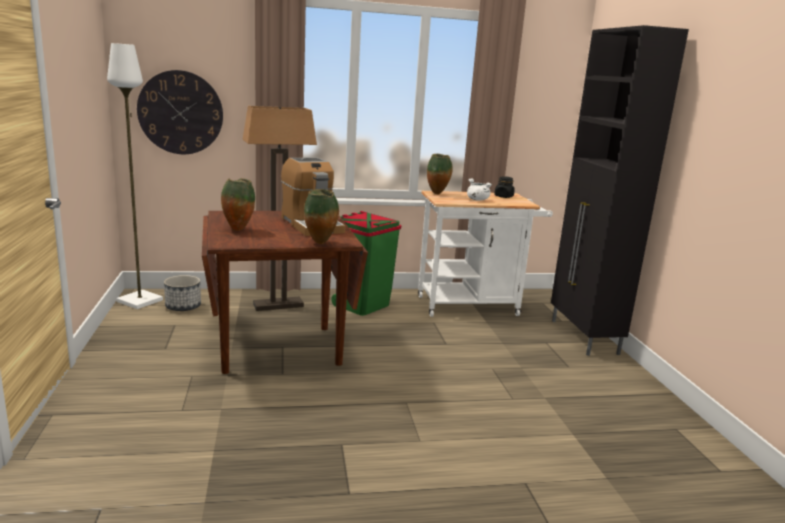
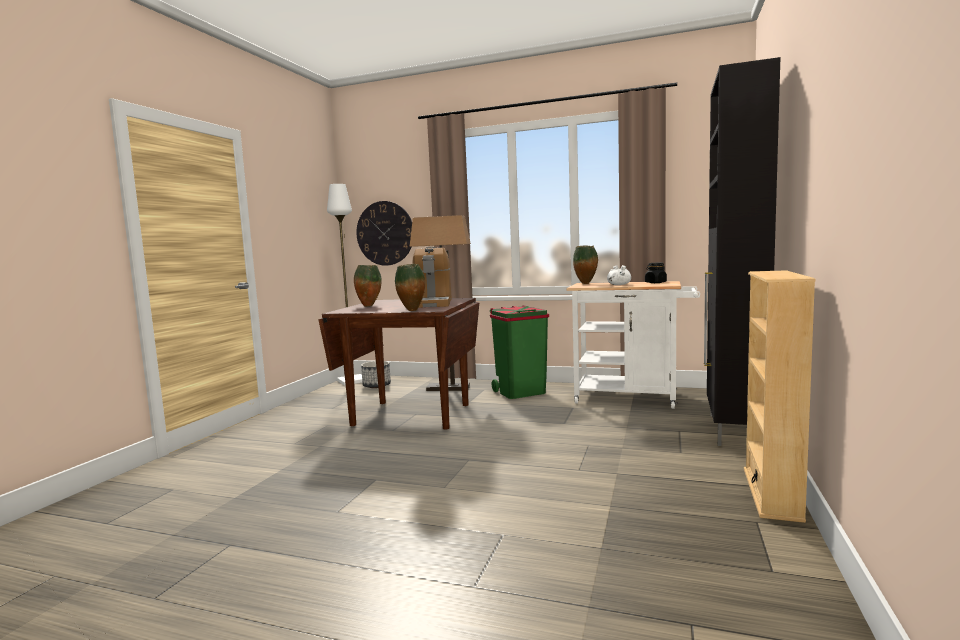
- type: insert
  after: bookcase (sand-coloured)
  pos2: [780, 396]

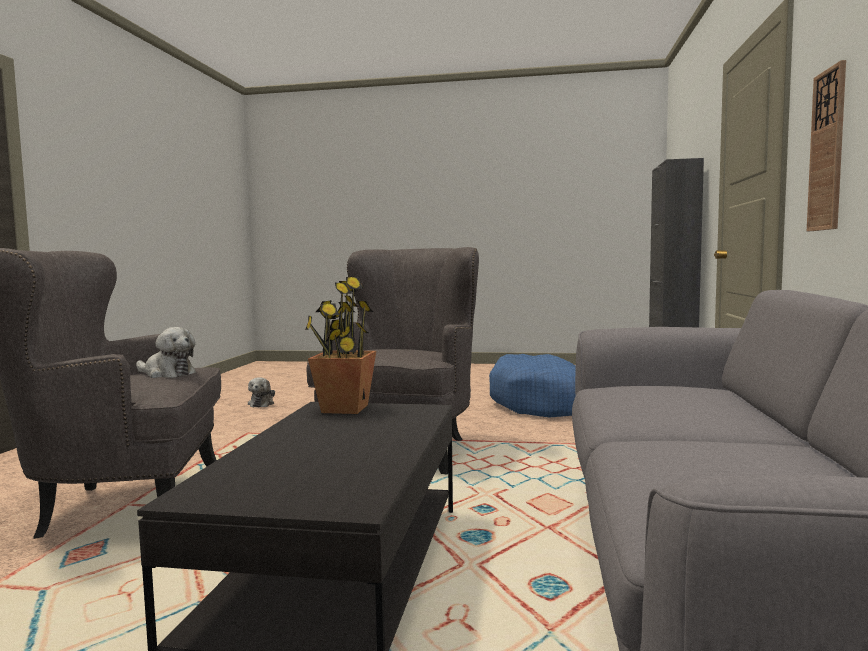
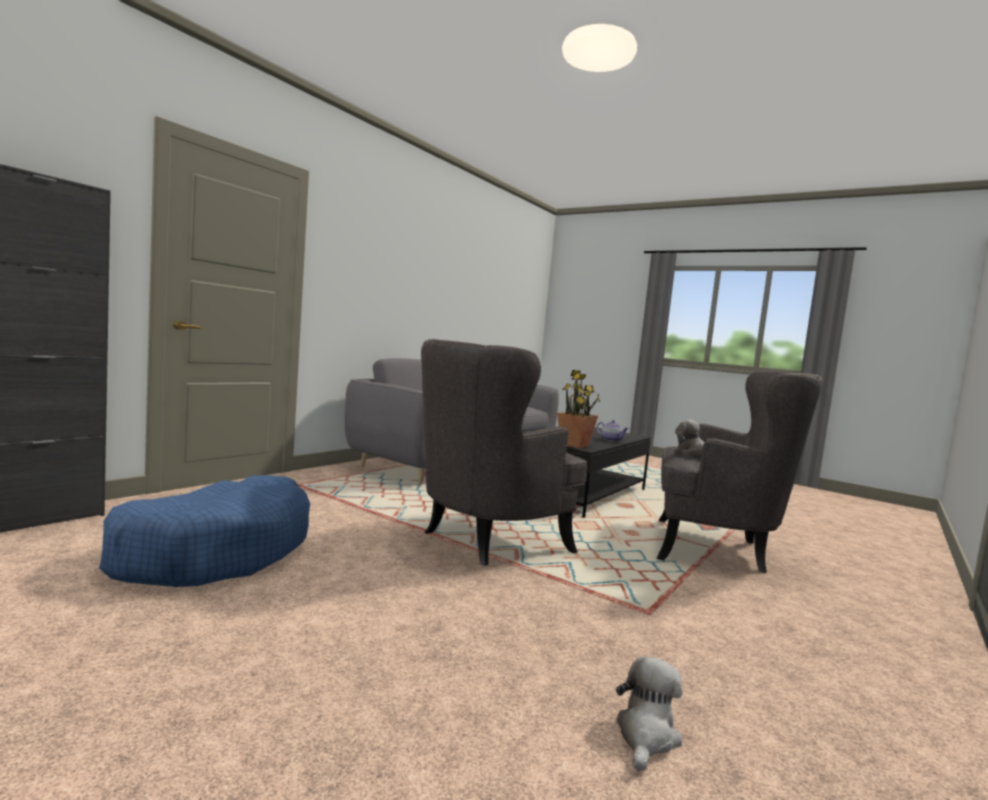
- type: delete
  before: hanging clock
  pos1: [826, 145]
- type: insert
  after: pot for tea
  pos2: [613, 431]

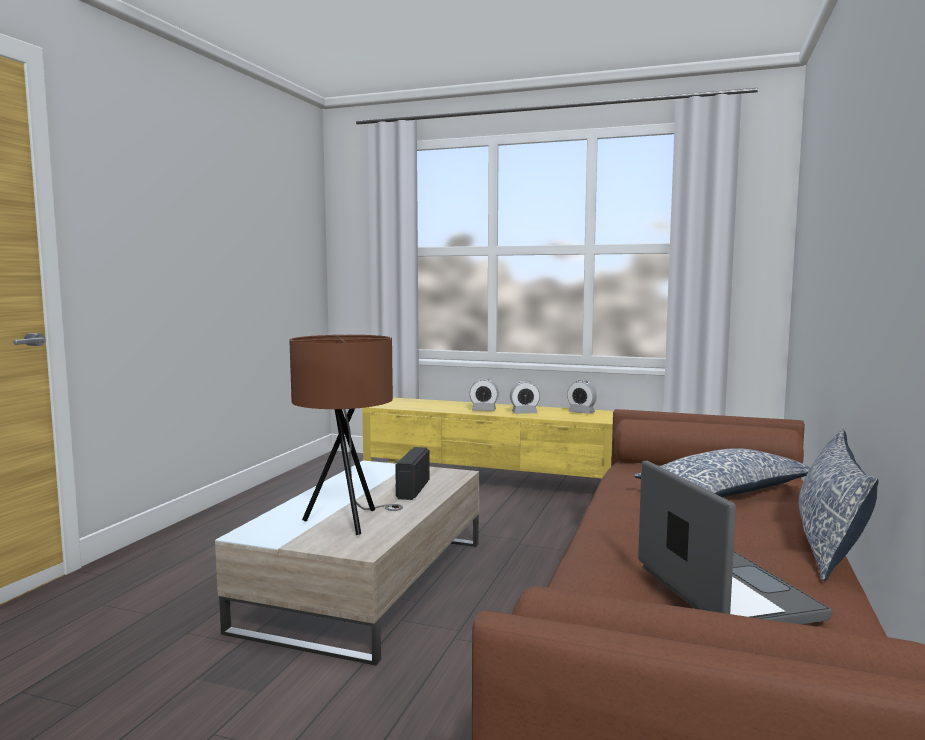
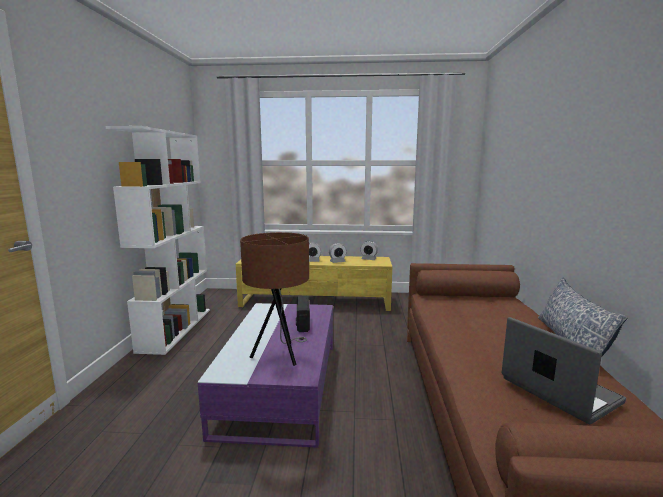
- type: recolor
  before: lounge table (sand-coloured)
  after: lounge table (purplish)
  pos1: [347, 563]
  pos2: [265, 375]
- type: delete
  before: throw pillow
  pos1: [722, 472]
- type: insert
  after: bookcase (whitish)
  pos2: [158, 240]

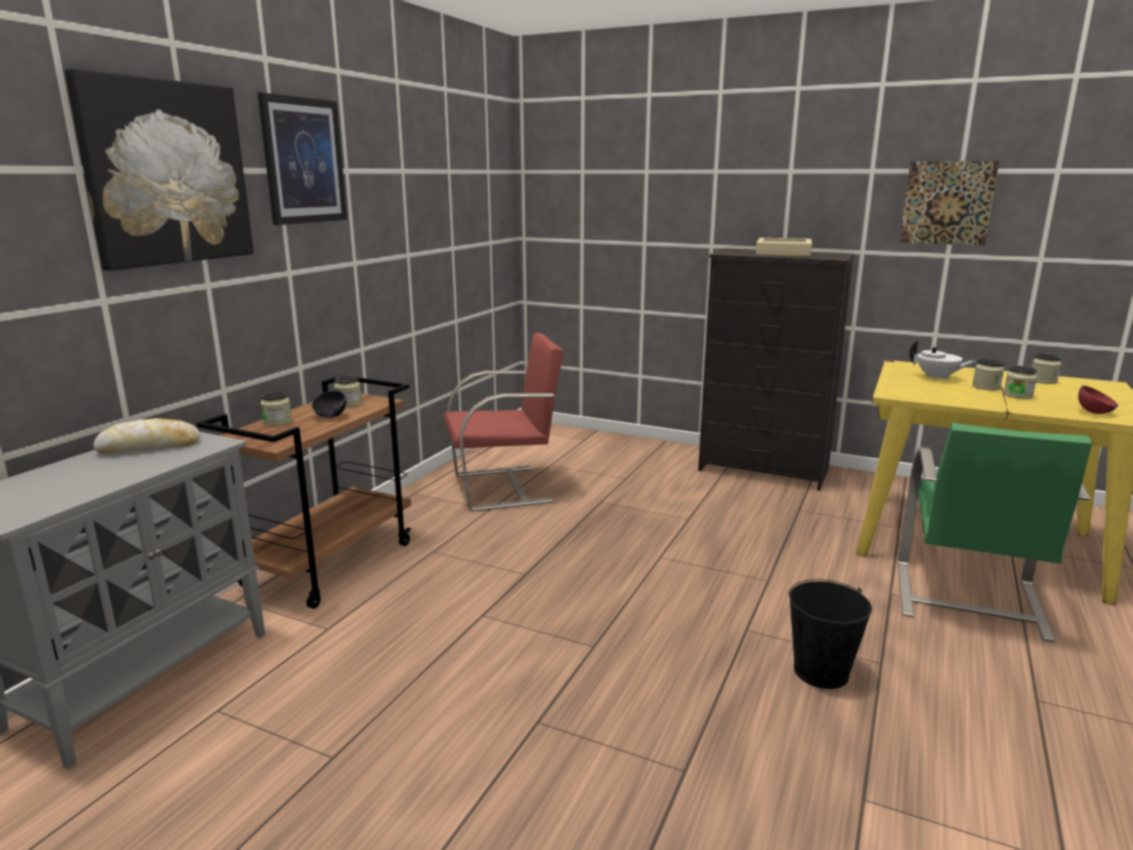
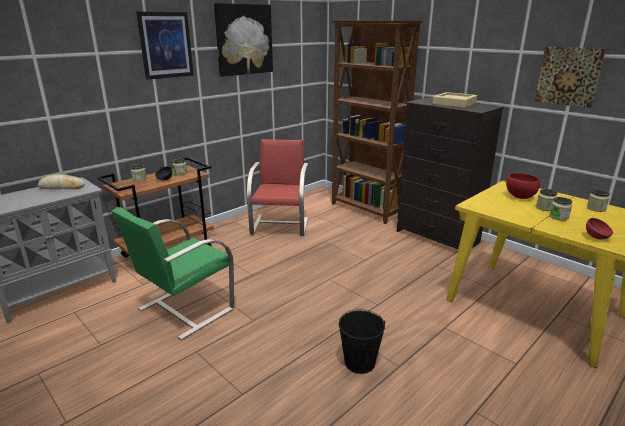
- type: move
  before: picture
  pos1: [159, 169]
  pos2: [243, 40]
- type: rotate
  before: upright chair (reddish)
  pos1: [504, 422]
  pos2: [277, 187]
  turn: -90
- type: move
  before: upright chair (greenish)
  pos1: [995, 532]
  pos2: [173, 273]
- type: replace
  before: pot for tea (whitish)
  after: serving bowl (reddish)
  pos1: [942, 360]
  pos2: [523, 186]
- type: insert
  after: bookcase (brown)
  pos2: [377, 122]

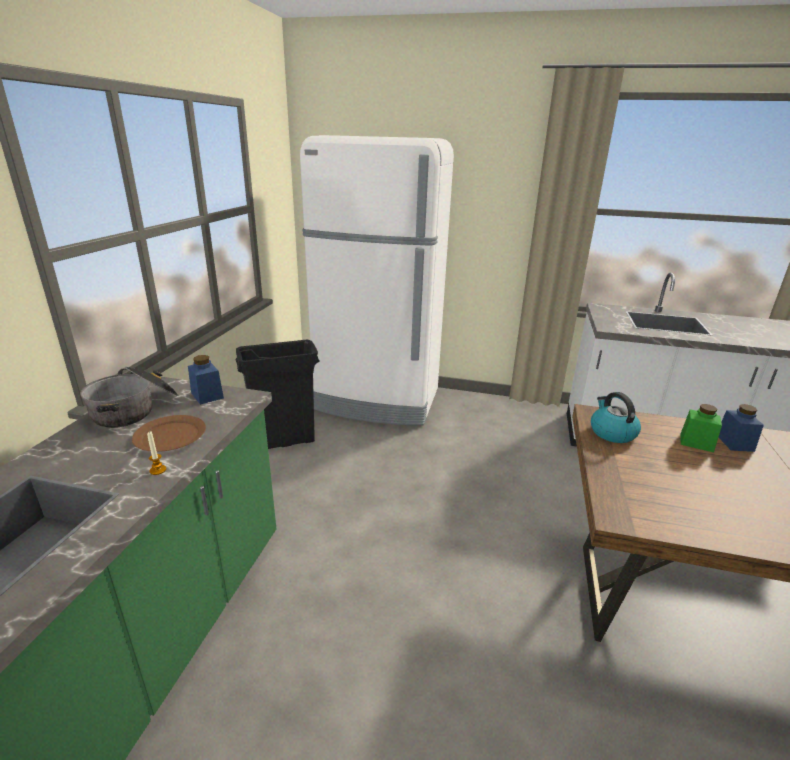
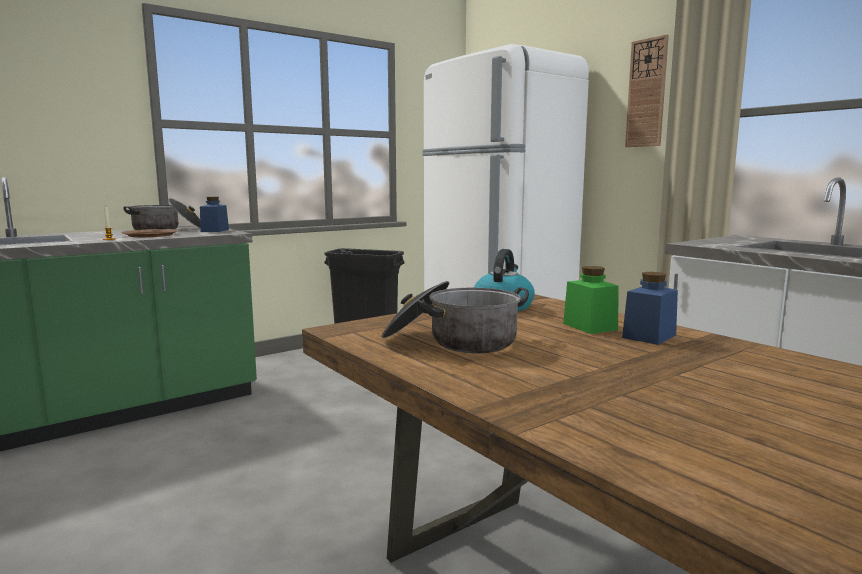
- type: insert
  after: stockpot
  pos2: [455, 317]
- type: insert
  after: hanging clock
  pos2: [647, 91]

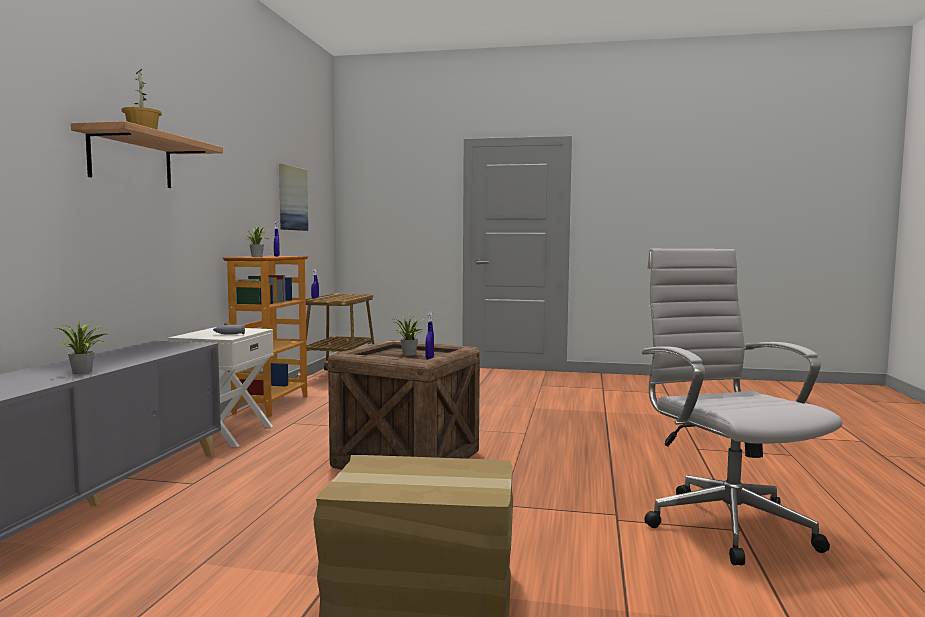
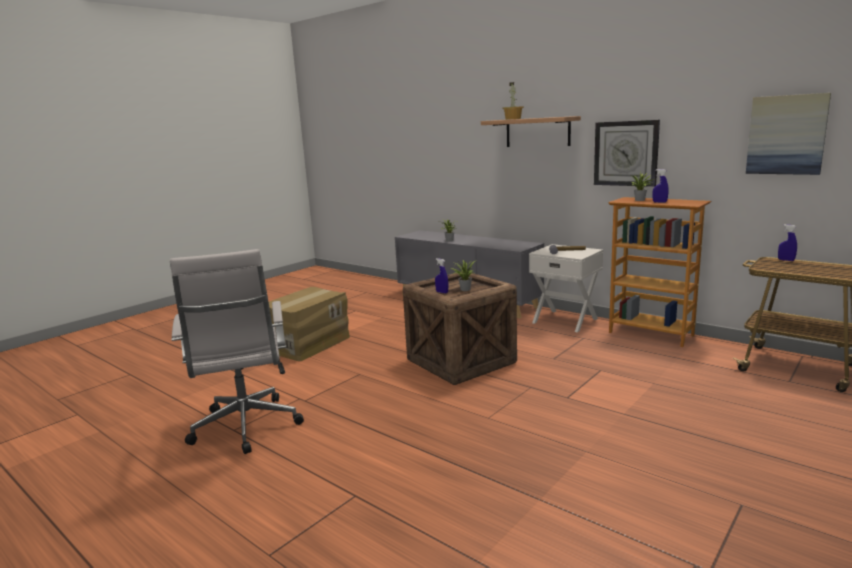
- type: rotate
  before: computer chair (whitish)
  pos1: [742, 407]
  pos2: [237, 351]
  turn: 60
- type: insert
  after: hanging clock
  pos2: [627, 153]

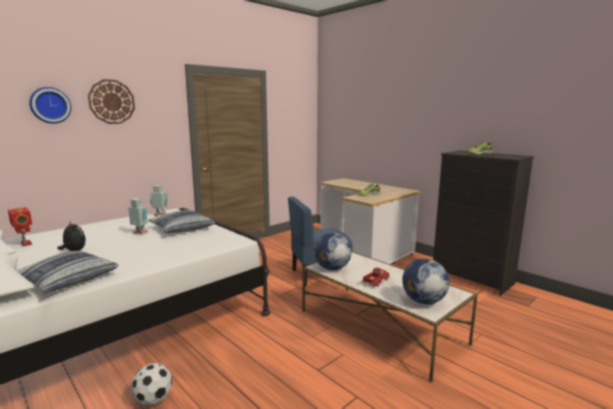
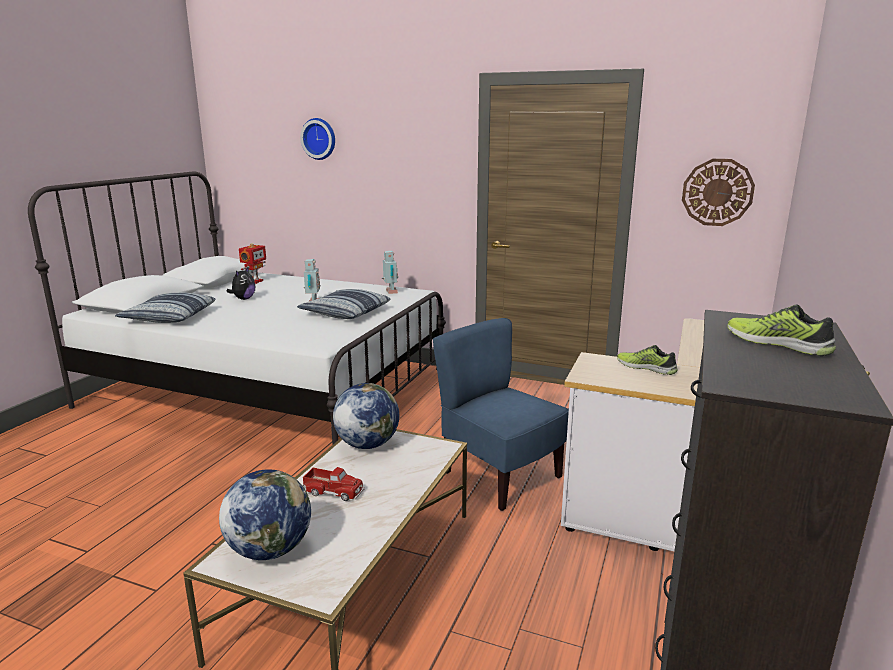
- type: move
  before: hanging clock
  pos1: [111, 101]
  pos2: [718, 192]
- type: delete
  before: ball for football
  pos1: [151, 384]

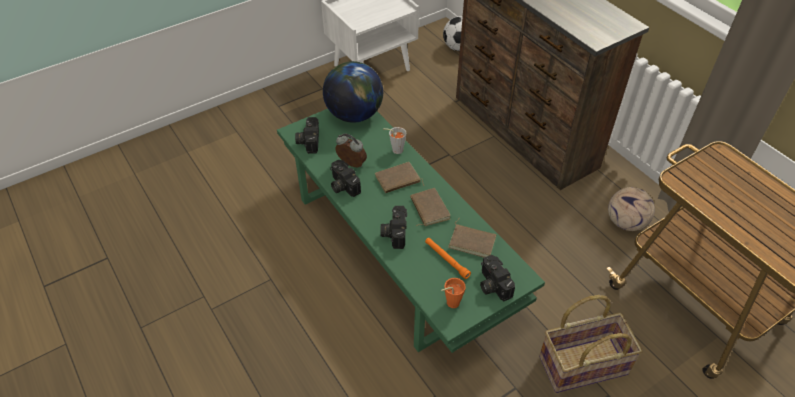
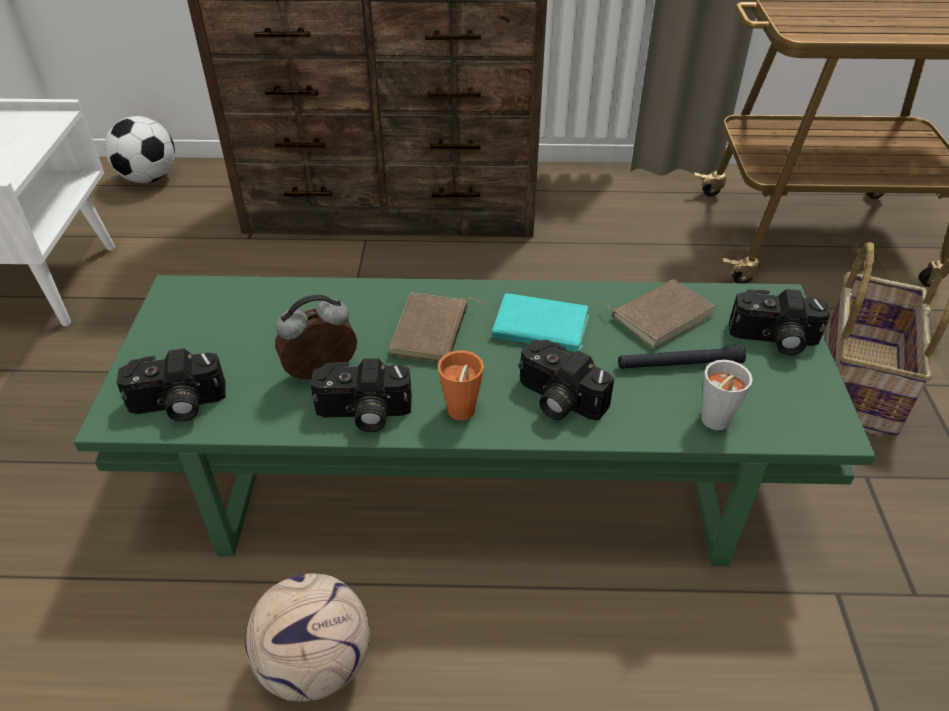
- type: rotate
  before: still camera
  pos1: [307, 135]
  pos2: [171, 385]
  turn: -45
- type: delete
  before: globe
  pos1: [353, 92]
- type: move
  before: small cup (gray)
  pos1: [394, 140]
  pos2: [727, 395]
- type: recolor
  before: volume (brown)
  after: volume (blue-green)
  pos1: [430, 207]
  pos2: [540, 323]
- type: recolor
  before: flashlight (orangey)
  after: flashlight (blackish)
  pos1: [448, 258]
  pos2: [682, 356]
- type: move
  before: small cup (orangey)
  pos1: [453, 293]
  pos2: [461, 385]
- type: move
  before: ball for football
  pos1: [631, 209]
  pos2: [307, 638]

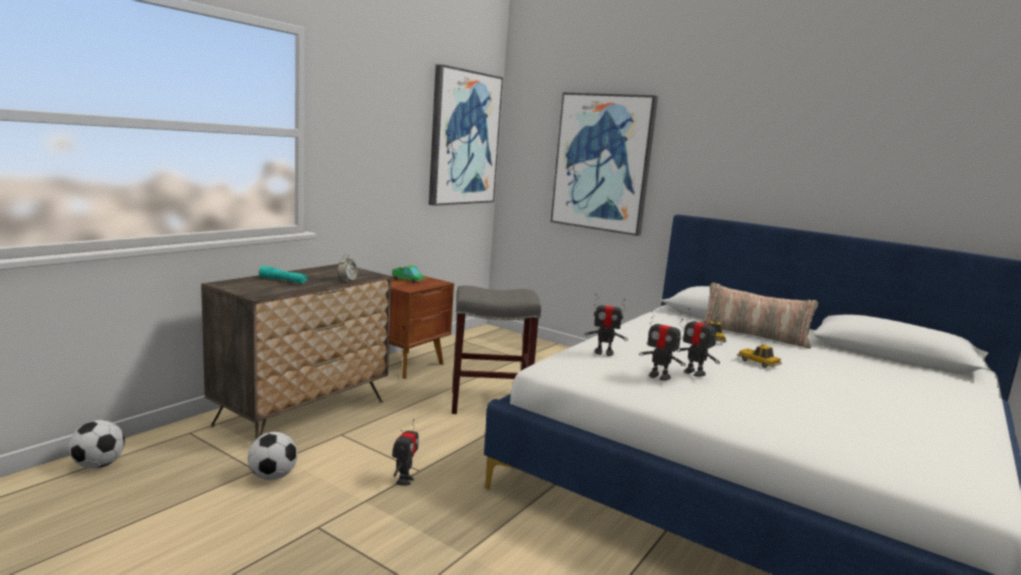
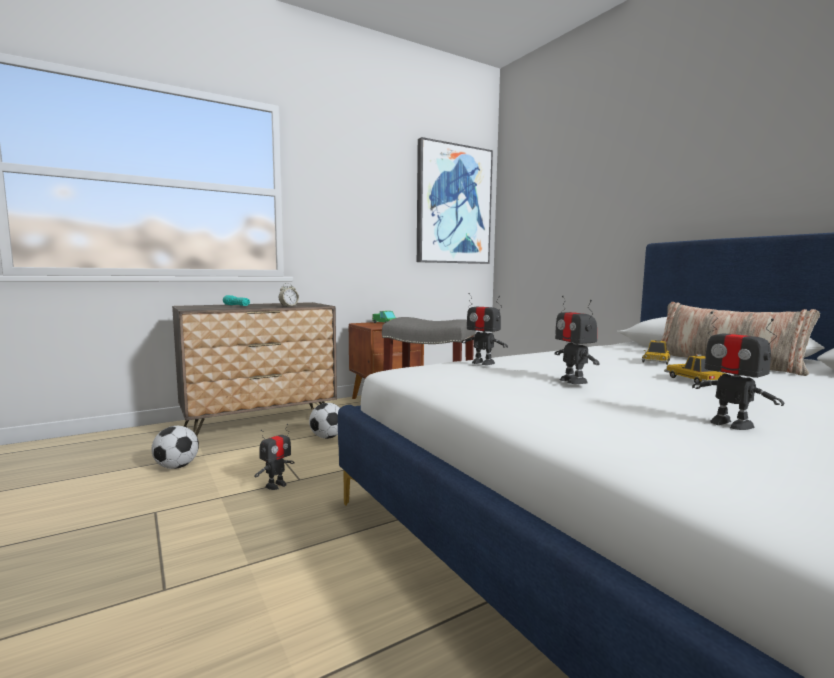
- type: move
  before: ball for football
  pos1: [97, 444]
  pos2: [324, 421]
- type: delete
  before: picture
  pos1: [604, 164]
- type: move
  before: toy robot
  pos1: [662, 346]
  pos2: [738, 370]

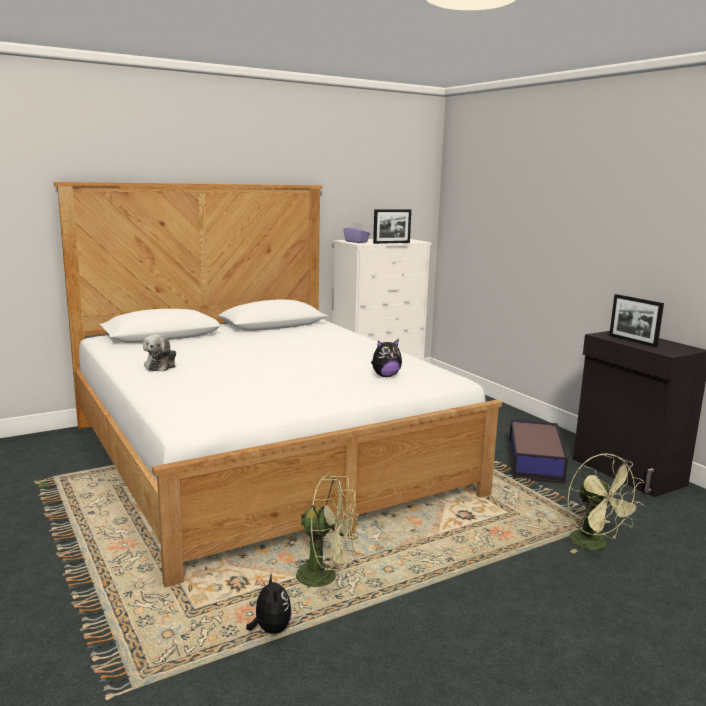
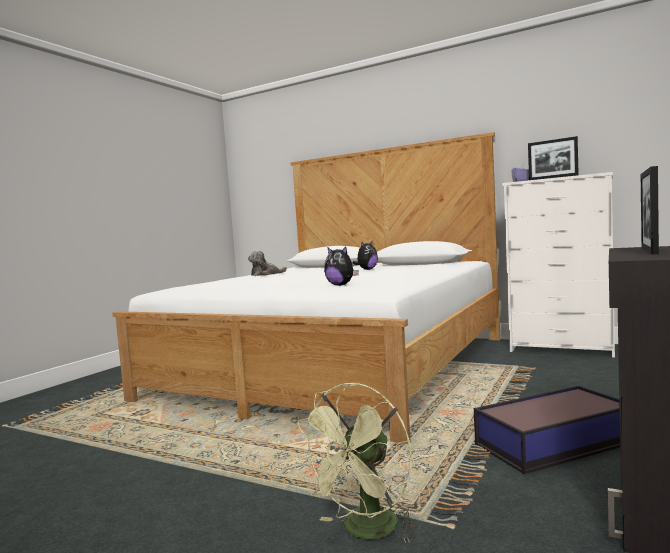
- type: move
  before: plush toy
  pos1: [269, 603]
  pos2: [365, 255]
- type: delete
  before: fan (greenish)
  pos1: [324, 536]

